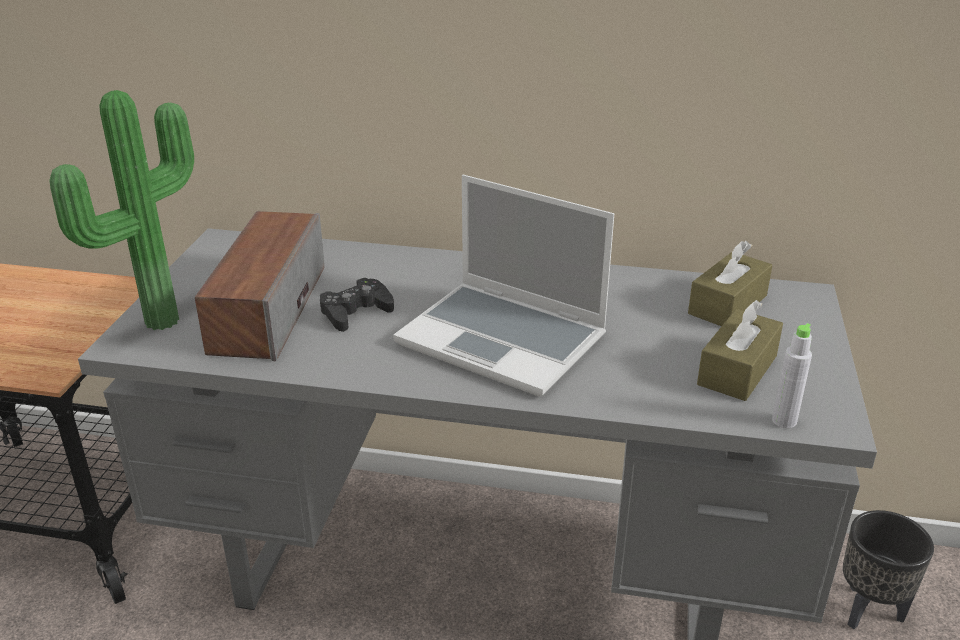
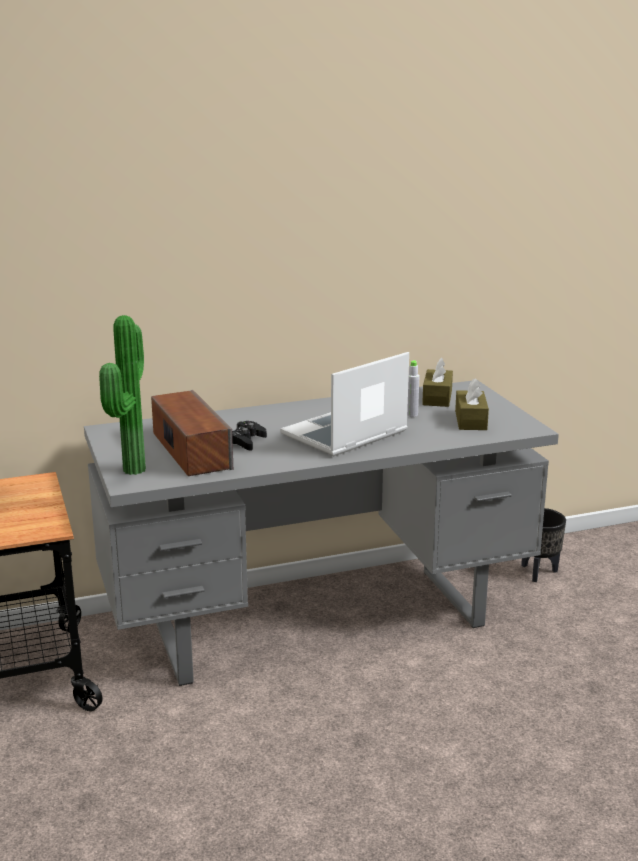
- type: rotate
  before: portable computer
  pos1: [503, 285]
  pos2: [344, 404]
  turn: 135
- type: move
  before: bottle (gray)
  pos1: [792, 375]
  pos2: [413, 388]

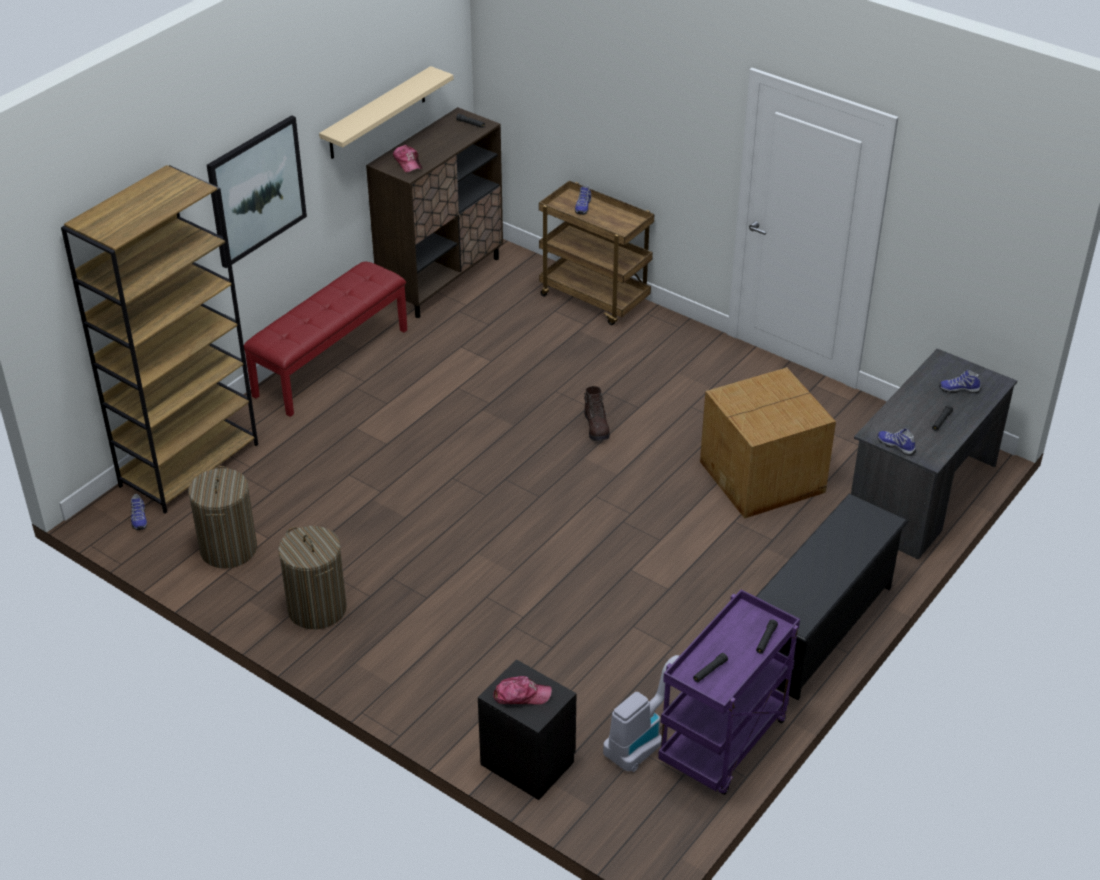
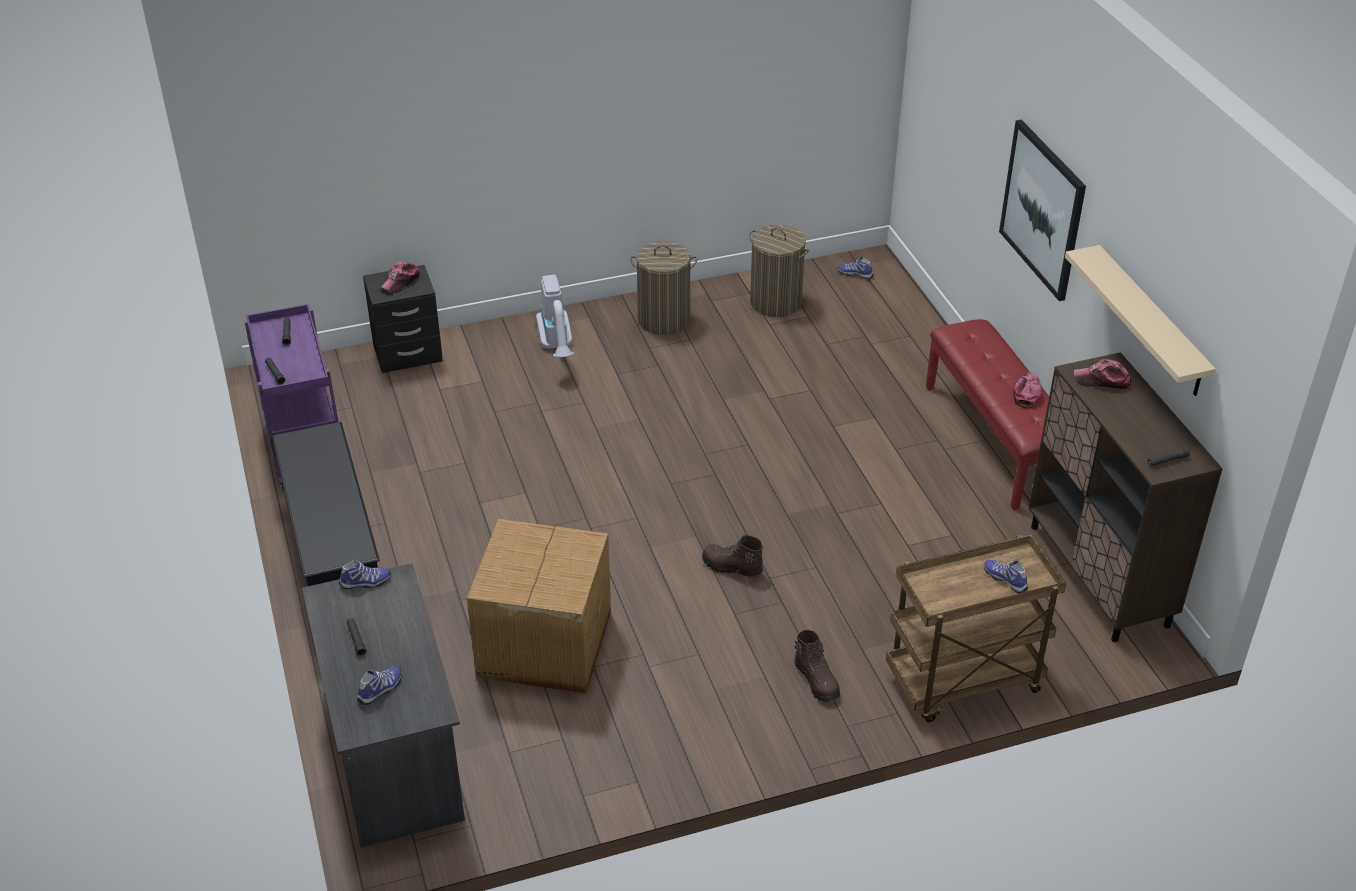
- type: delete
  before: bookcase (brown)
  pos1: [159, 339]
- type: move
  before: hoover
  pos1: [641, 713]
  pos2: [555, 316]
- type: insert
  after: boot (brown)
  pos2: [817, 666]
- type: insert
  after: baseball cap
  pos2: [1027, 390]

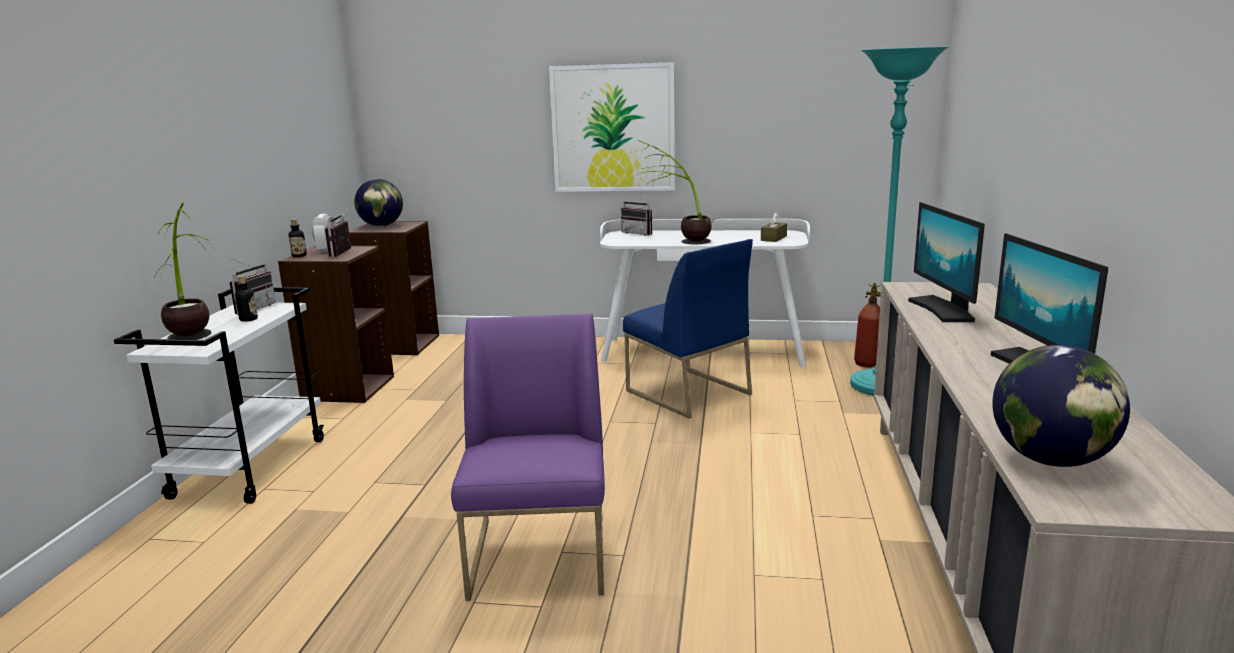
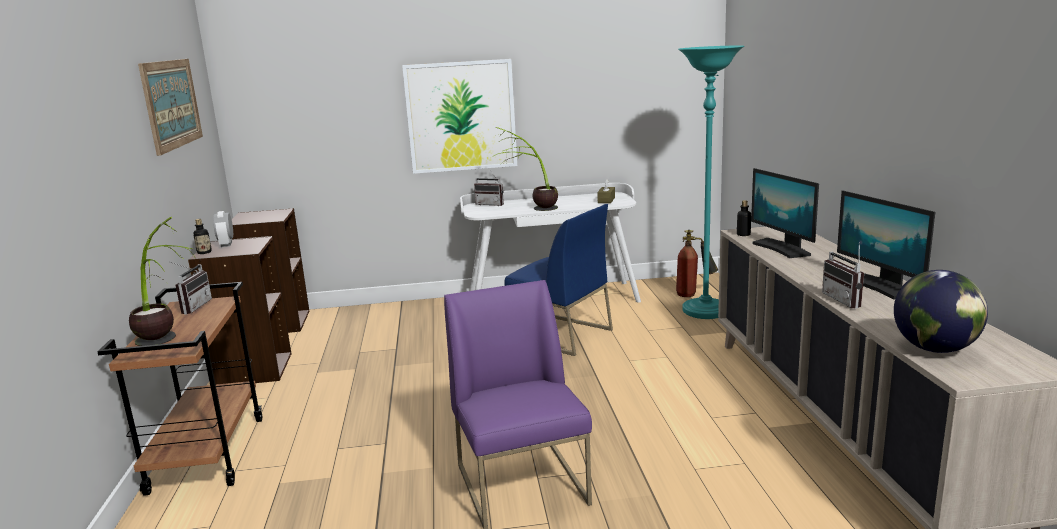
- type: recolor
  before: wheeled cart (whitish)
  after: wheeled cart (brown)
  pos1: [219, 395]
  pos2: [179, 389]
- type: move
  before: bottle
  pos1: [246, 299]
  pos2: [744, 218]
- type: move
  before: radio set
  pos1: [338, 232]
  pos2: [843, 275]
- type: delete
  before: globe
  pos1: [378, 202]
- type: insert
  after: picture
  pos2: [170, 107]

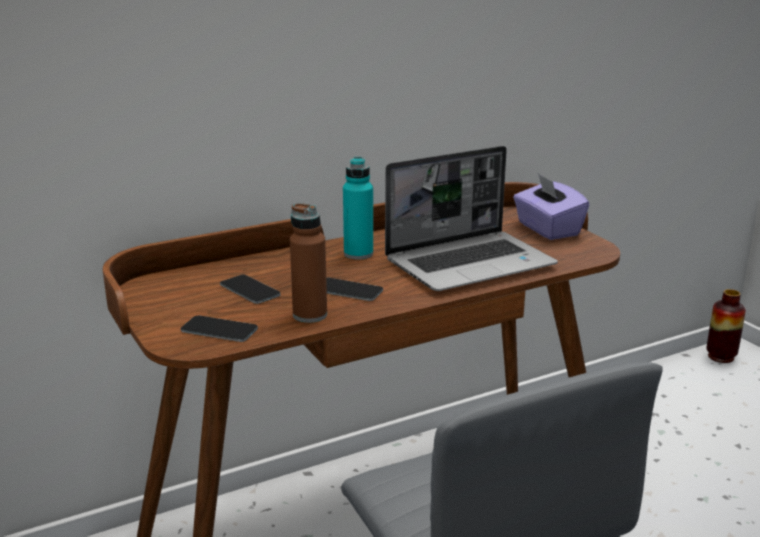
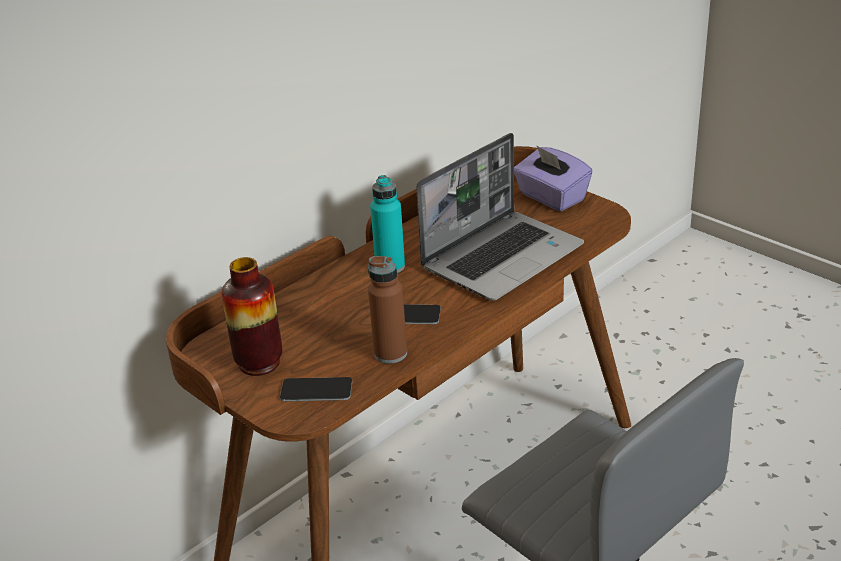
- type: delete
  before: phone
  pos1: [250, 289]
- type: move
  before: vase
  pos1: [726, 326]
  pos2: [251, 316]

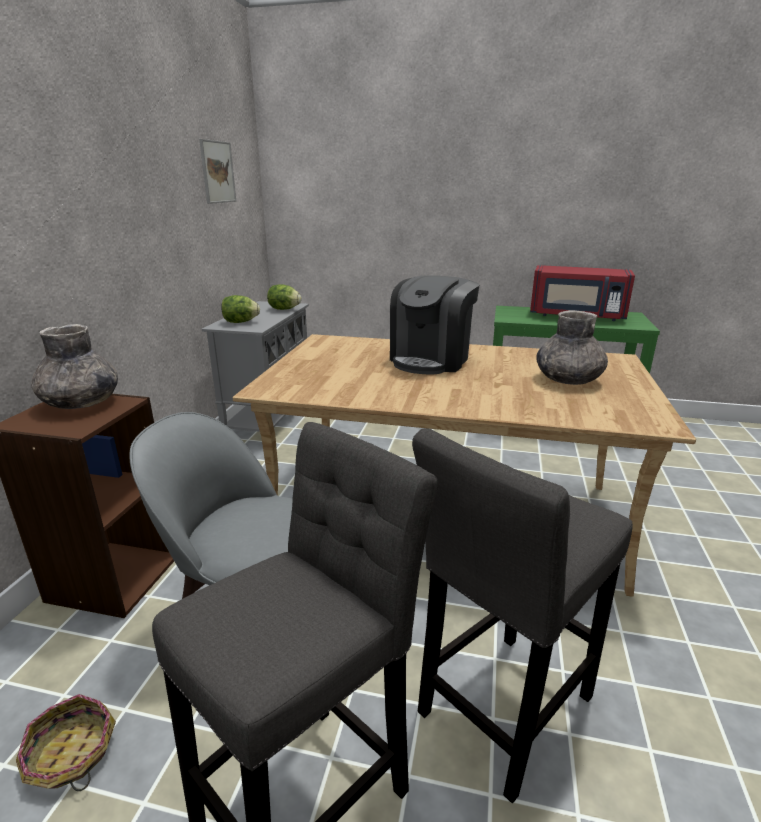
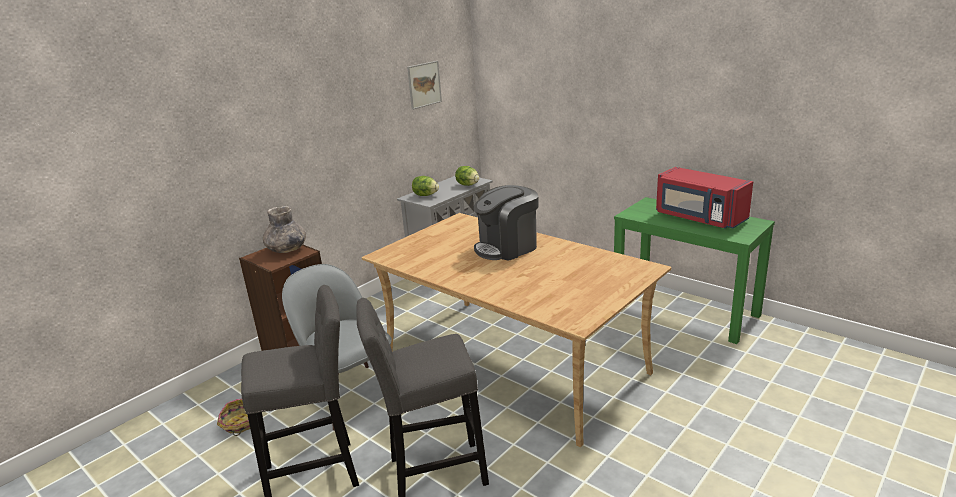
- type: delete
  before: vase (gray)
  pos1: [572, 347]

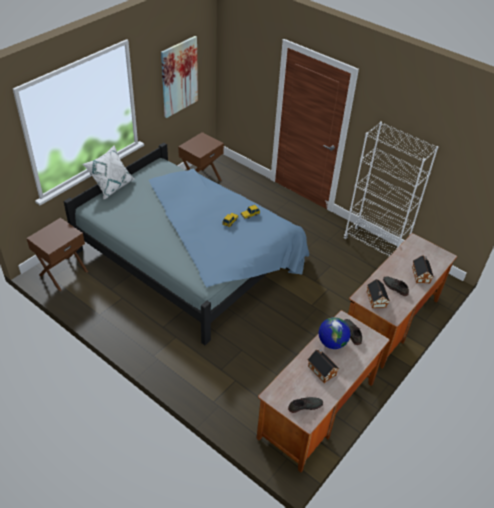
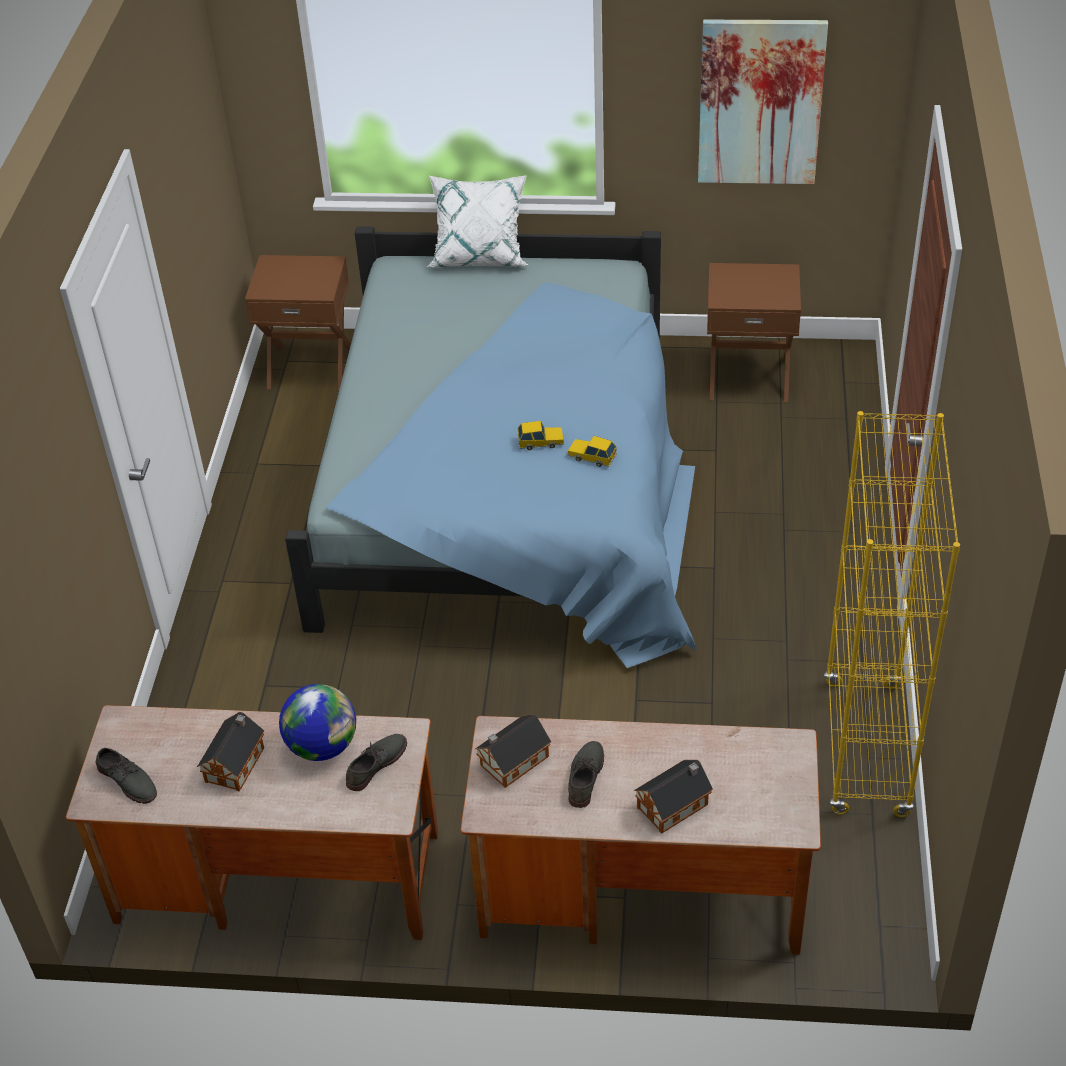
- type: recolor
  before: bookcase (whitish)
  after: bookcase (yellowish)
  pos1: [391, 188]
  pos2: [892, 614]

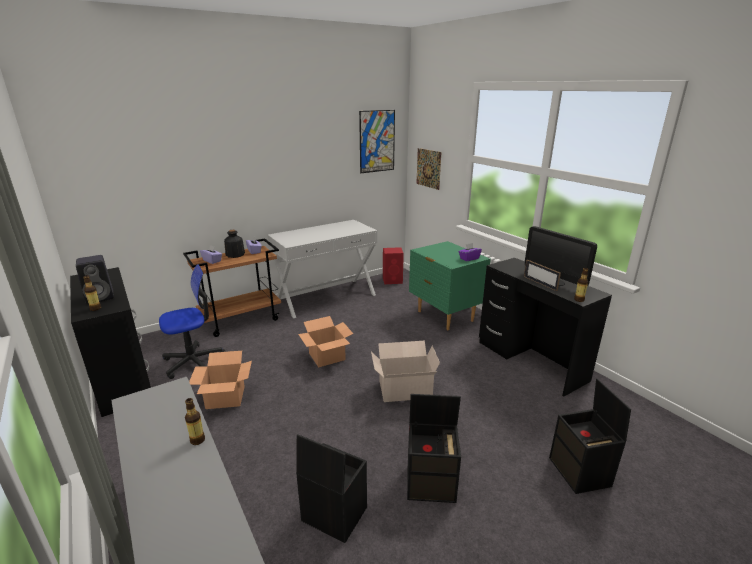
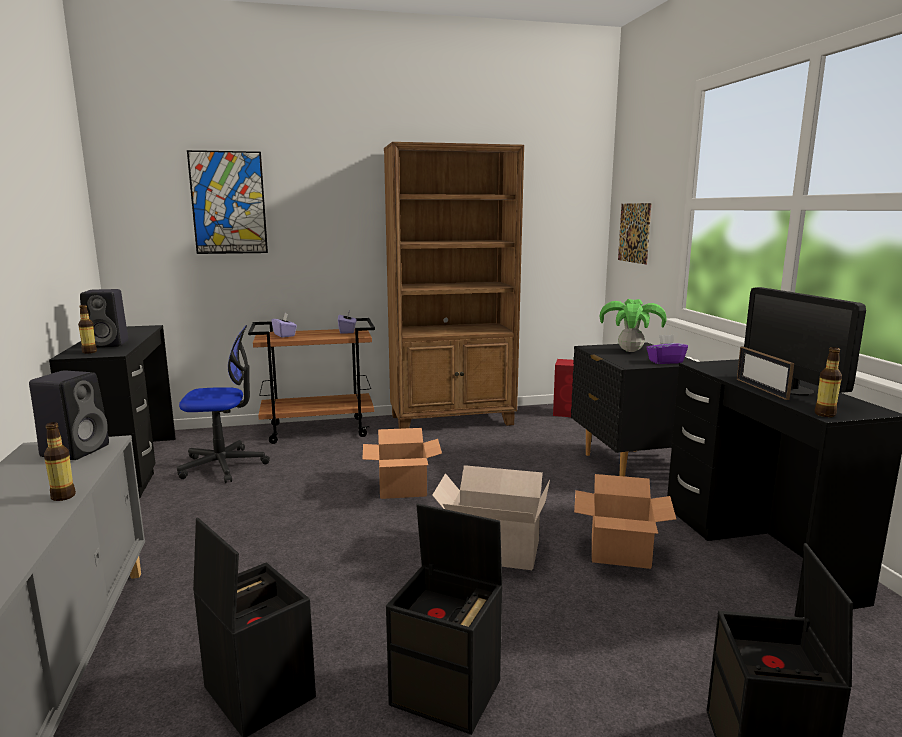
- type: move
  before: cardboard box
  pos1: [220, 380]
  pos2: [625, 521]
- type: delete
  before: bottle
  pos1: [234, 244]
- type: replace
  before: hall table (whitish)
  after: bookcase (brown)
  pos1: [322, 269]
  pos2: [454, 285]
- type: move
  before: picture
  pos1: [377, 141]
  pos2: [227, 202]
- type: recolor
  before: nightstand (greenish)
  after: nightstand (blackish)
  pos1: [450, 285]
  pos2: [634, 409]
- type: insert
  after: loudspeaker (blackish)
  pos2: [69, 415]
- type: insert
  after: potted plant
  pos2: [633, 325]

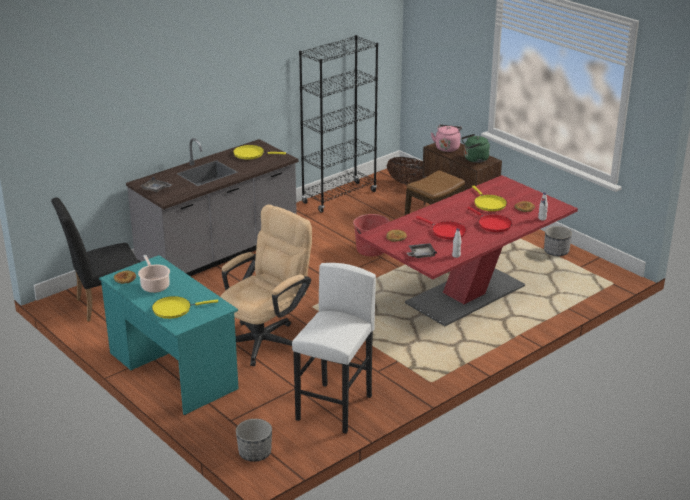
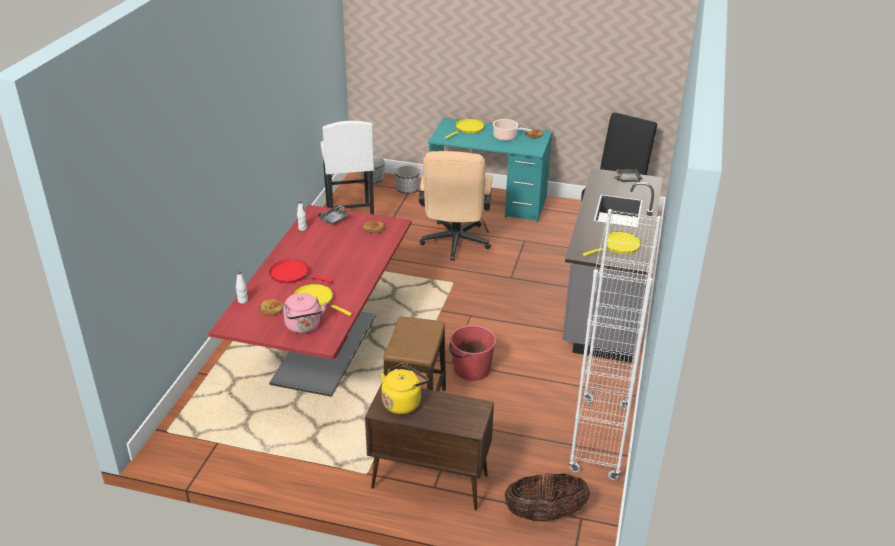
- type: recolor
  before: bookcase (blackish)
  after: bookcase (whitish)
  pos1: [338, 124]
  pos2: [614, 344]
- type: delete
  before: skillet (reddish)
  pos1: [441, 227]
- type: move
  before: water kettle (pink)
  pos1: [446, 138]
  pos2: [305, 313]
- type: recolor
  before: water kettle (greenish)
  after: water kettle (yellowish)
  pos1: [475, 148]
  pos2: [405, 388]
- type: move
  before: planter
  pos1: [558, 241]
  pos2: [407, 180]

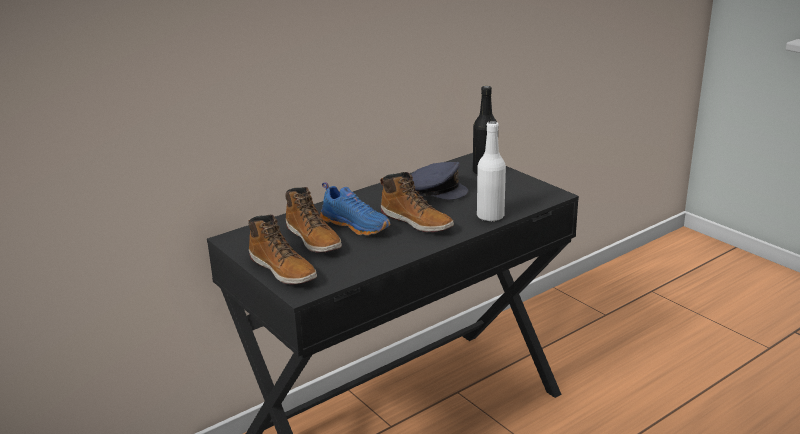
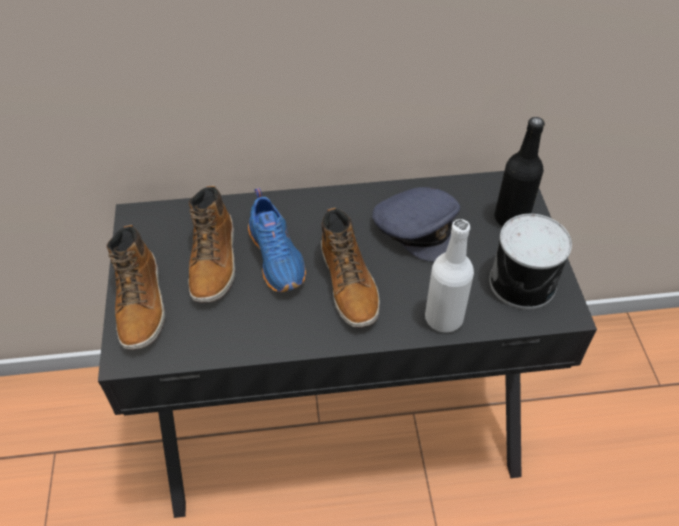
- type: insert
  after: can
  pos2: [530, 262]

